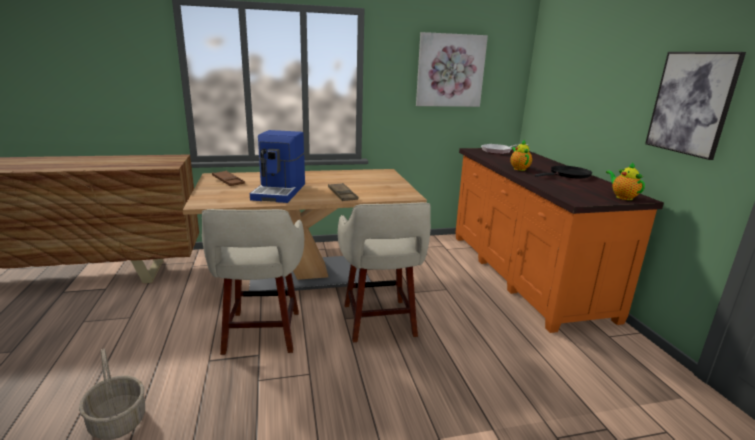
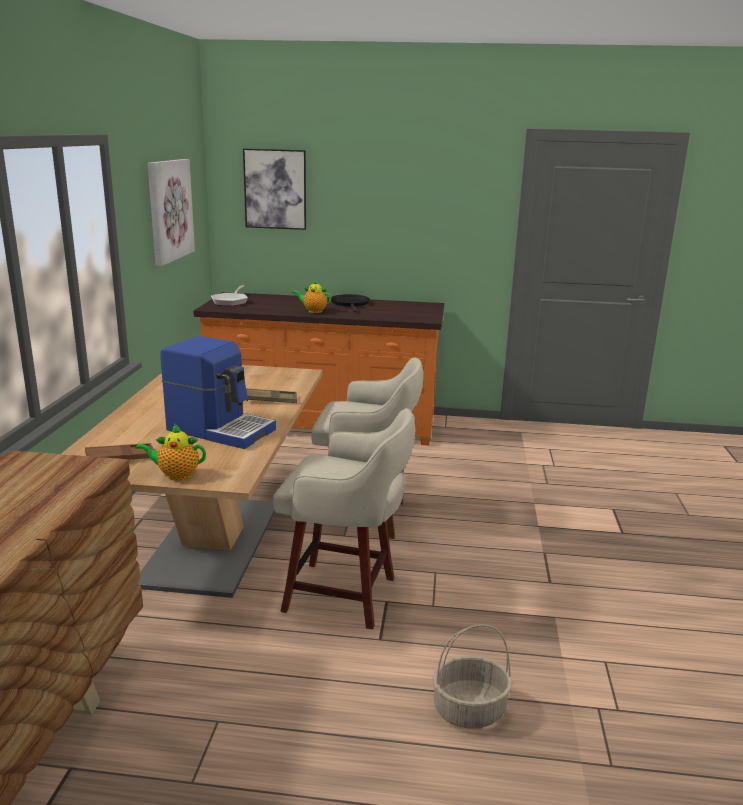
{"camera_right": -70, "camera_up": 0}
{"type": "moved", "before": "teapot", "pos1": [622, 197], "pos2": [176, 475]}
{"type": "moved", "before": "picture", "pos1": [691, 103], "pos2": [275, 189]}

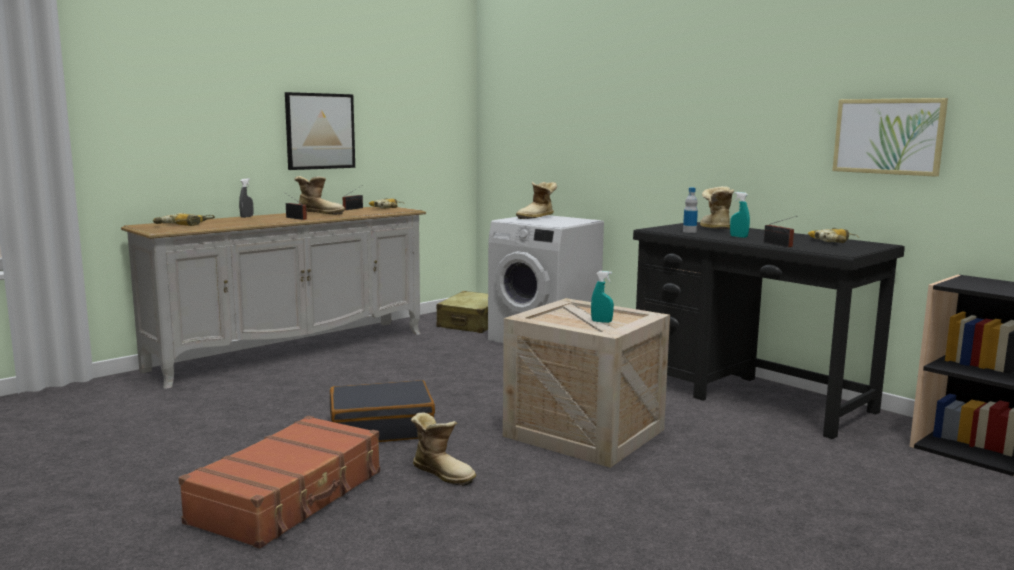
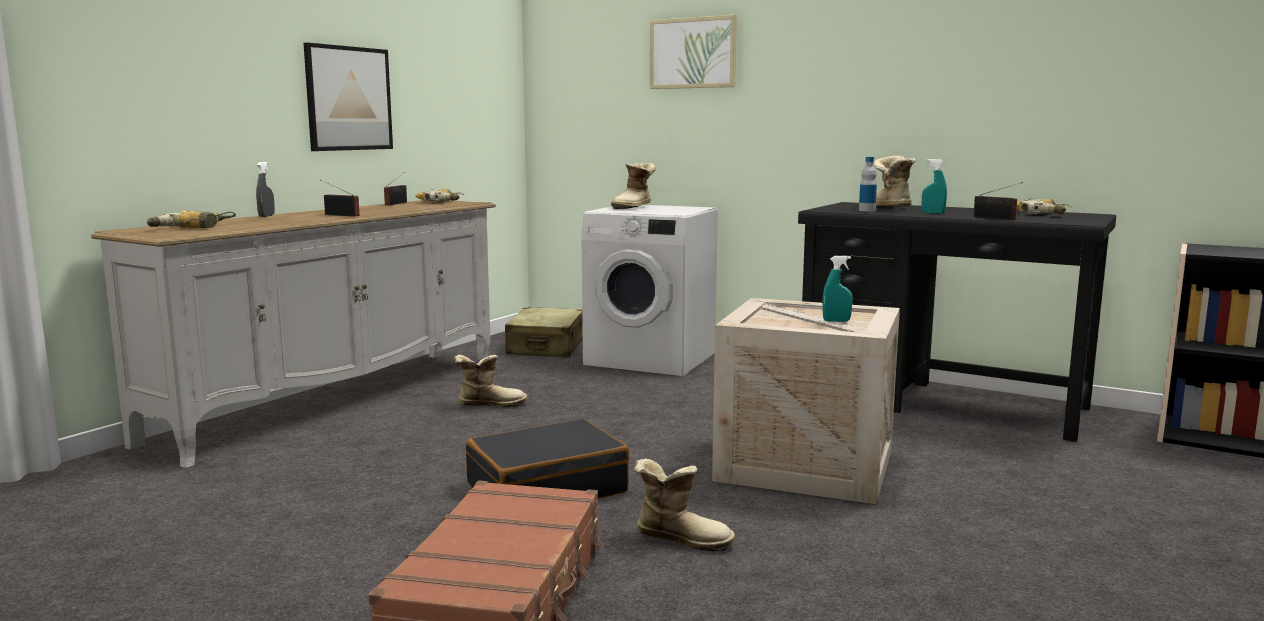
{"camera_right": -15, "camera_up": 0}
{"type": "moved", "before": "boot", "pos1": [319, 213], "pos2": [490, 404]}
{"type": "moved", "before": "picture", "pos1": [888, 136], "pos2": [693, 53]}

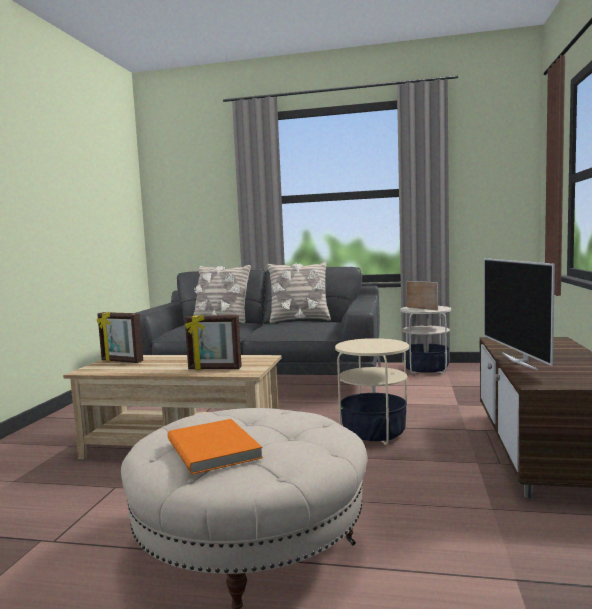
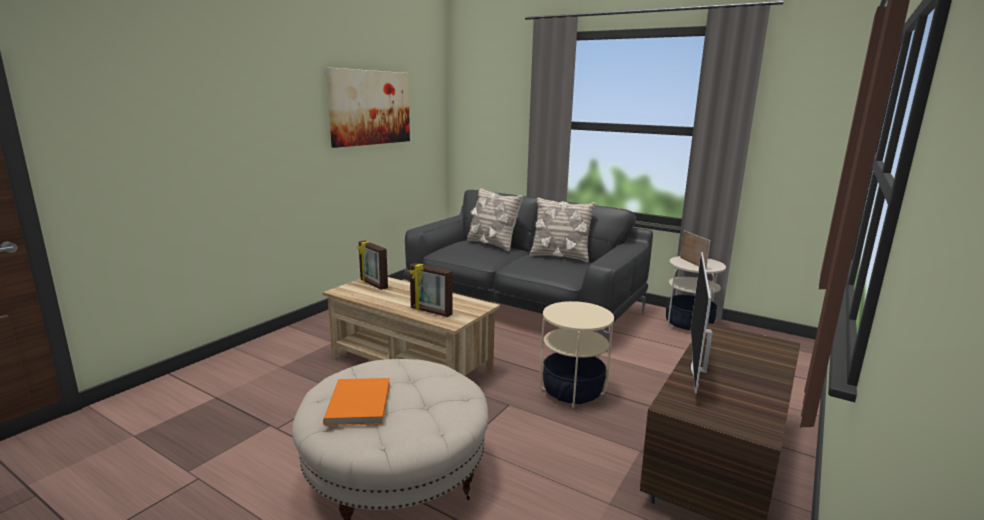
{"camera_right": 20, "camera_up": 10}
{"type": "added", "after": "picture", "pos2": [370, 107]}

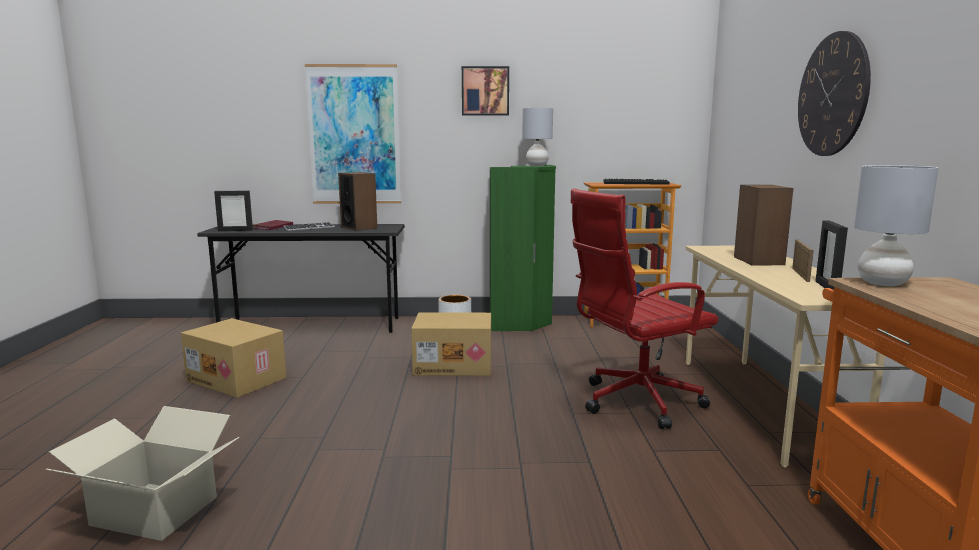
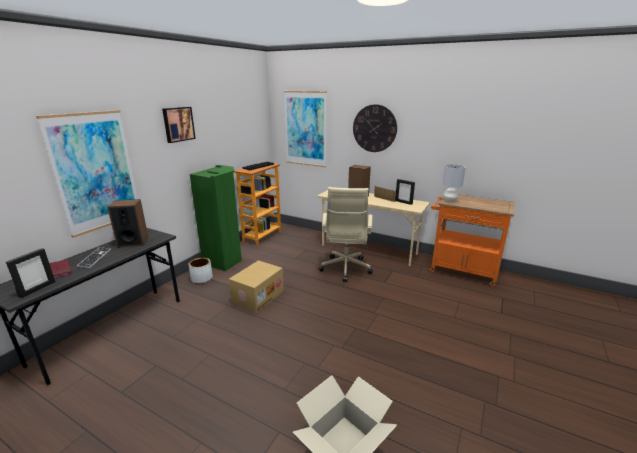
{"camera_right": -60, "camera_up": 10}
{"type": "removed", "before": "cardboard box", "pos1": [238, 379]}
{"type": "removed", "before": "grey table lamp", "pos1": [537, 165]}
{"type": "added", "after": "picture", "pos2": [305, 129]}
{"type": "recoloured", "before": "red office chair", "after": "beige office chair", "pos1": [635, 403], "pos2": [345, 269]}

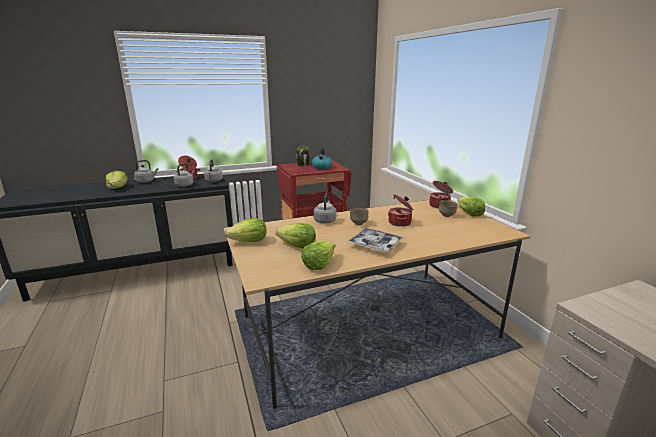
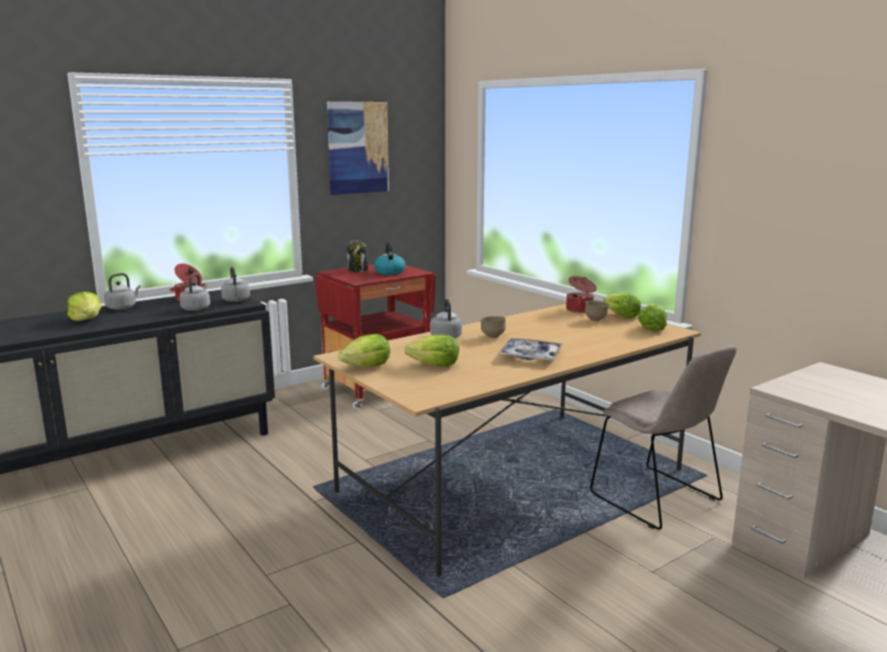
{"camera_right": -15, "camera_up": -5}
{"type": "removed", "before": "cooking pot", "pos1": [400, 223]}
{"type": "added", "after": "picture", "pos2": [358, 147]}
{"type": "added", "after": "beige chair", "pos2": [658, 500]}
{"type": "moved", "before": "lettuce", "pos1": [318, 264], "pos2": [651, 328]}

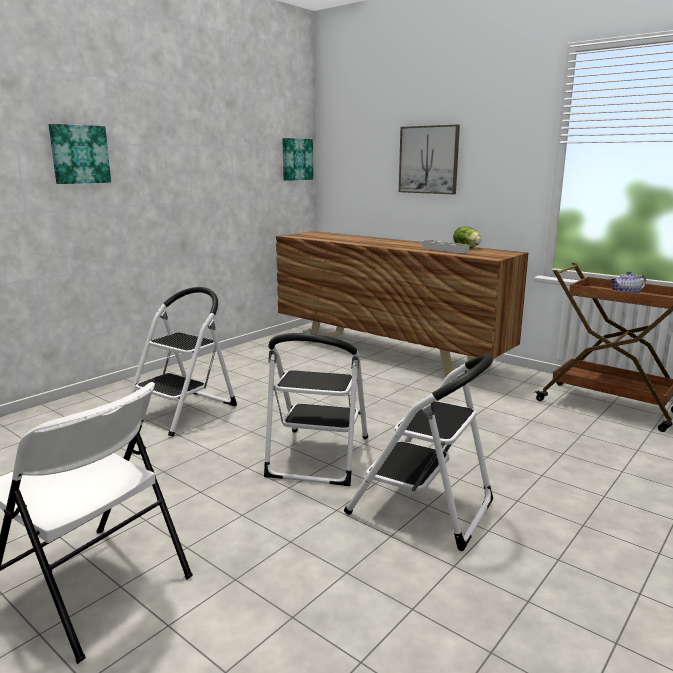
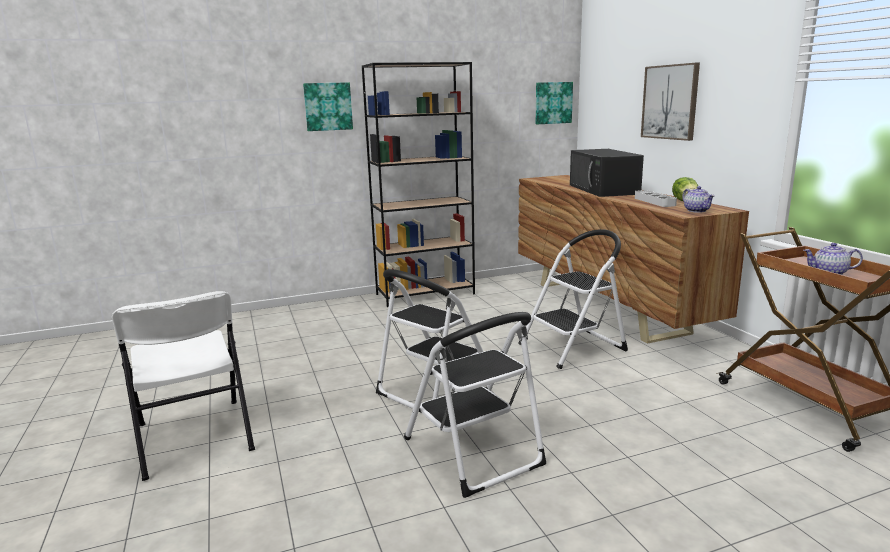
{"camera_right": 30, "camera_up": 0}
{"type": "added", "after": "beige bookcase", "pos2": [425, 294]}
{"type": "added", "after": "black microwave", "pos2": [604, 189]}
{"type": "added", "after": "teapot", "pos2": [697, 211]}
{"type": "moved", "before": "step ladder", "pos1": [184, 411], "pos2": [575, 347]}

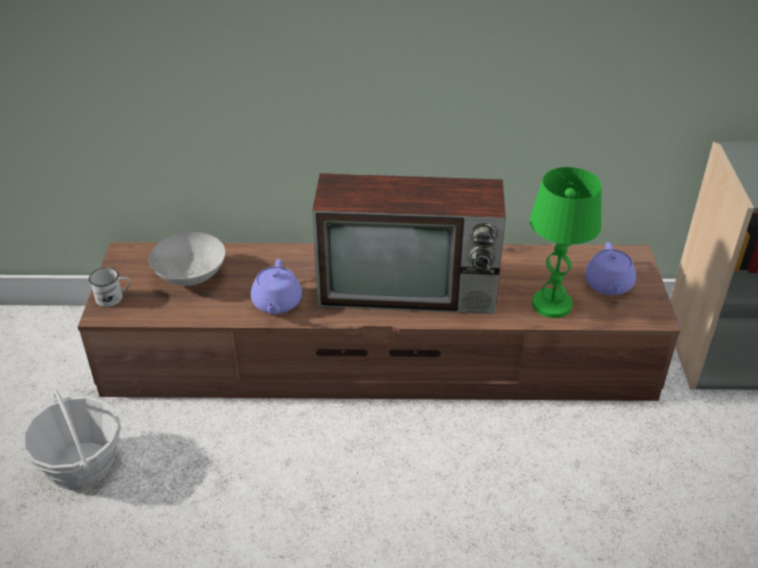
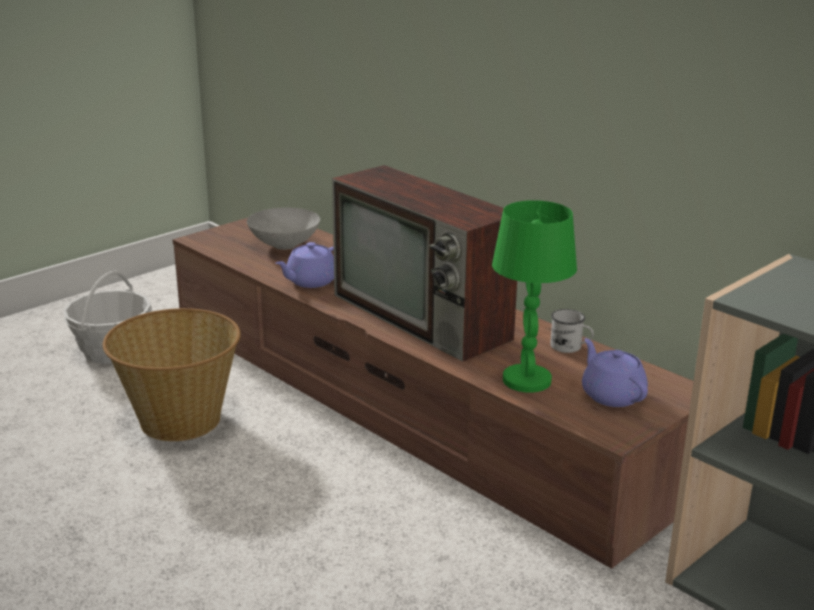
{"camera_right": 45, "camera_up": -15}
{"type": "added", "after": "basket", "pos2": [180, 419]}
{"type": "moved", "before": "white mug", "pos1": [114, 298], "pos2": [570, 347]}
{"type": "turned", "before": "purple teapot", "pos1": [608, 285], "pos2": [611, 395], "turn": 105}

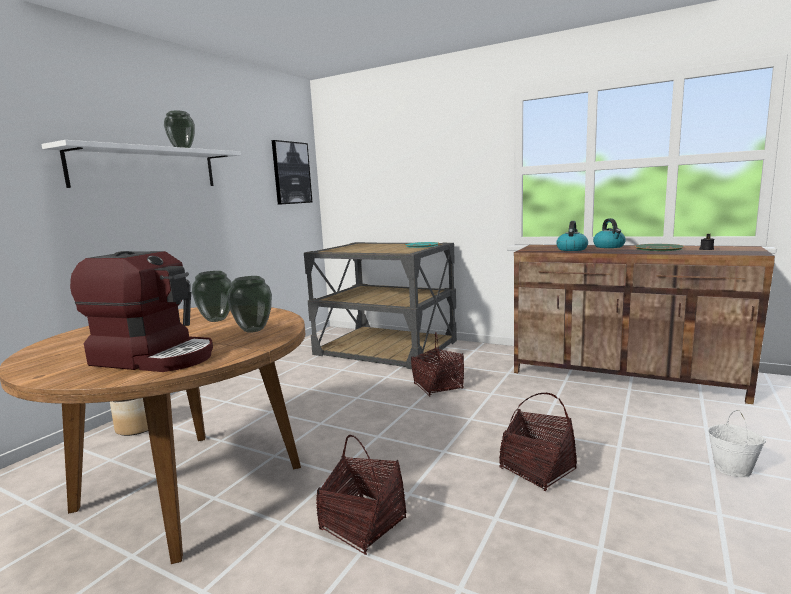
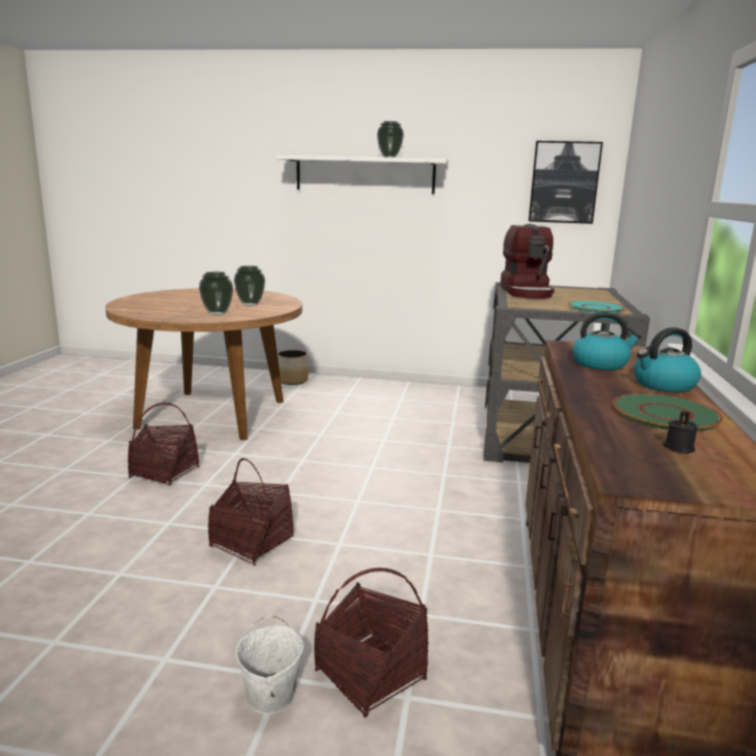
{"camera_right": 70, "camera_up": 5}
{"type": "moved", "before": "coffee machine", "pos1": [156, 357], "pos2": [527, 292]}
{"type": "moved", "before": "basket", "pos1": [438, 386], "pos2": [371, 675]}

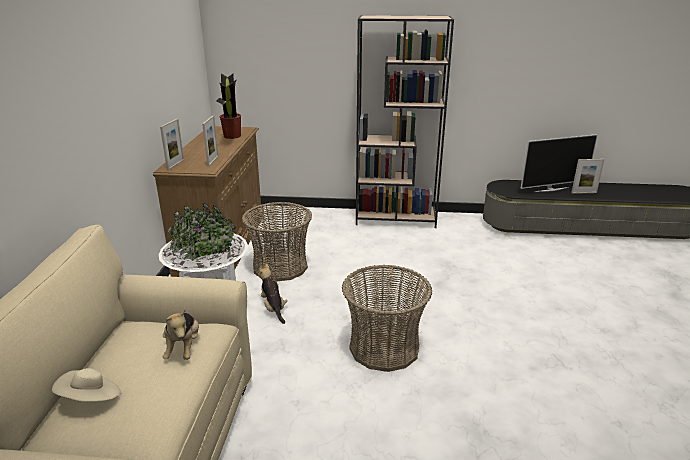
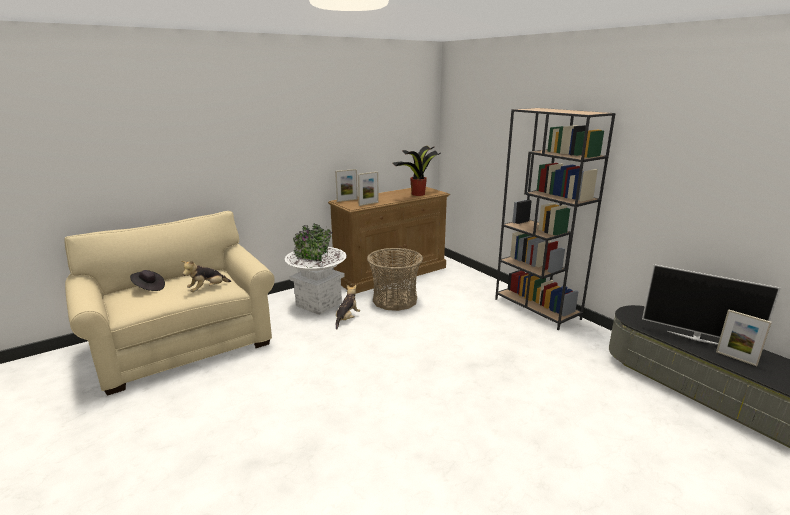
{"camera_right": 50, "camera_up": -5}
{"type": "removed", "before": "basket", "pos1": [384, 347]}
{"type": "recoloured", "before": "beige hat", "after": "black hat", "pos1": [91, 399], "pos2": [149, 288]}

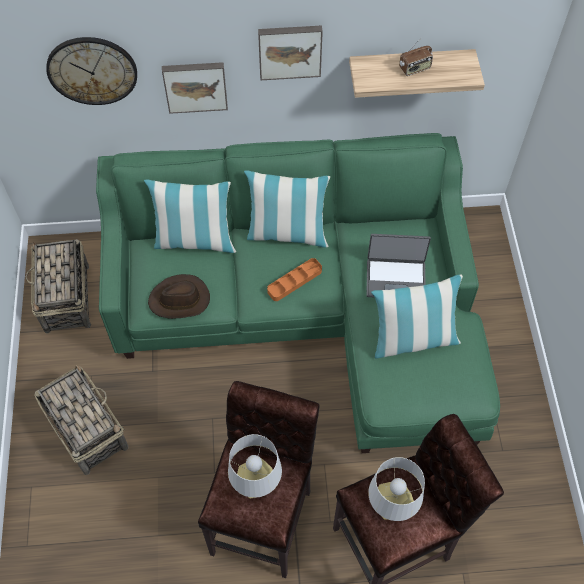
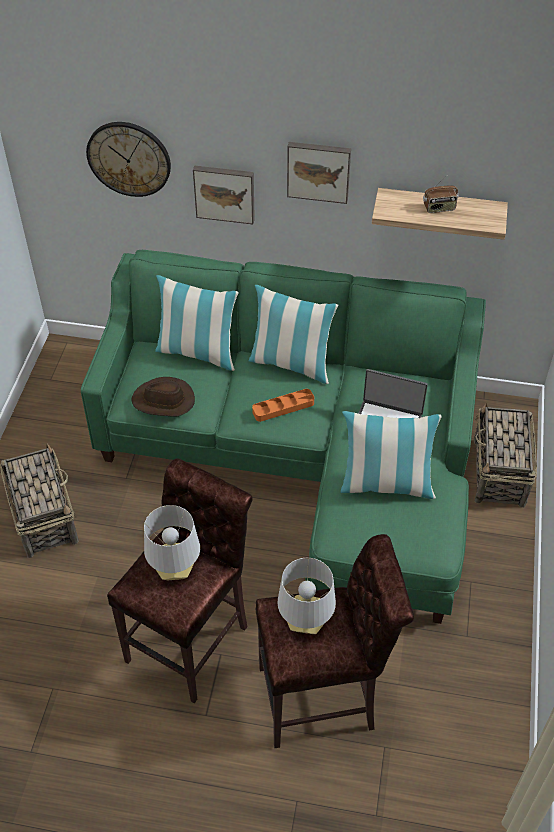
{"camera_right": 15, "camera_up": -10}
{"type": "moved", "before": "basket", "pos1": [67, 299], "pos2": [498, 473]}

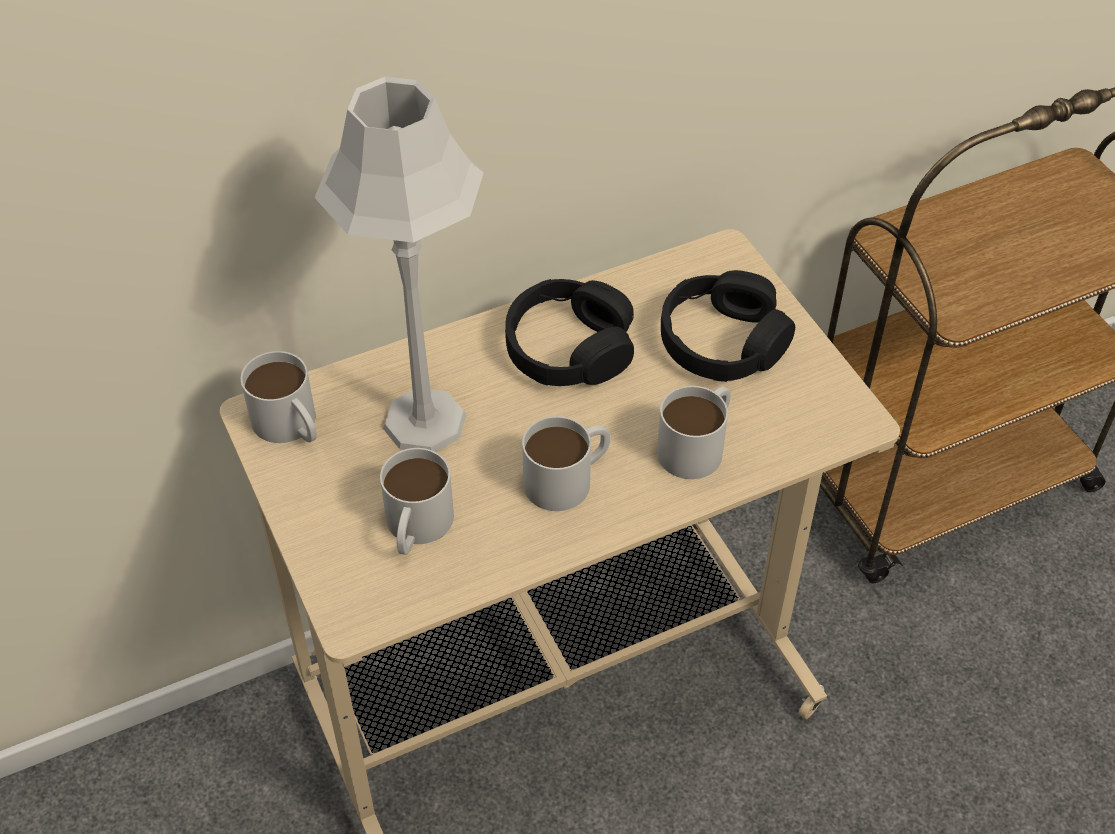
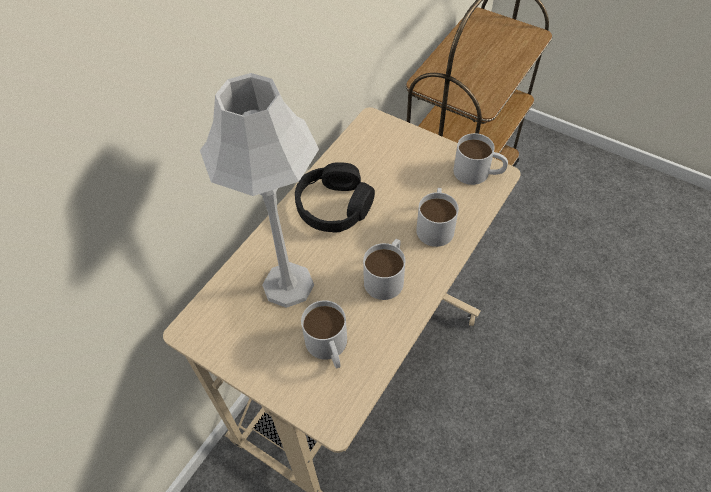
{"camera_right": -30, "camera_up": 5}
{"type": "removed", "before": "black headphones", "pos1": [723, 342]}
{"type": "moved", "before": "white mug", "pos1": [291, 426], "pos2": [478, 173]}

